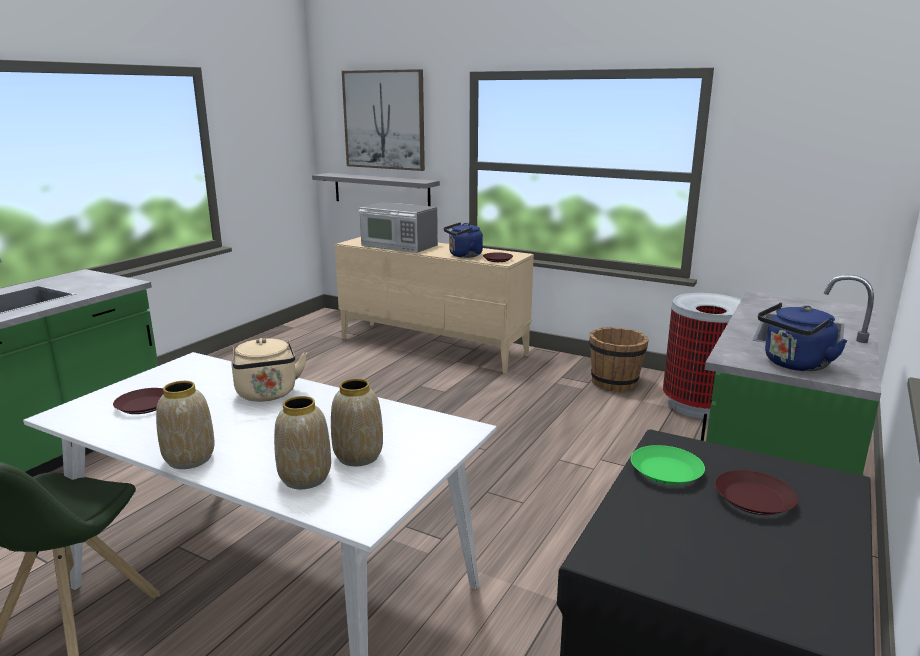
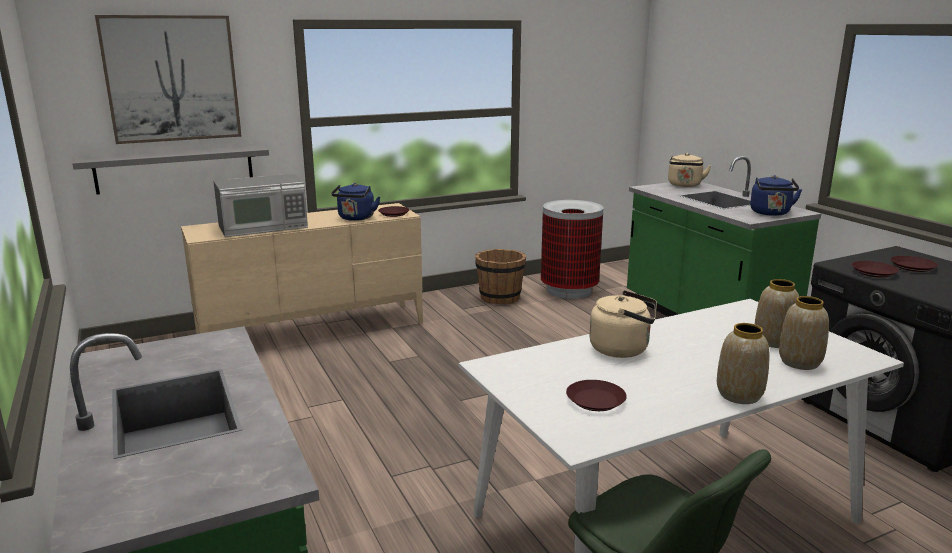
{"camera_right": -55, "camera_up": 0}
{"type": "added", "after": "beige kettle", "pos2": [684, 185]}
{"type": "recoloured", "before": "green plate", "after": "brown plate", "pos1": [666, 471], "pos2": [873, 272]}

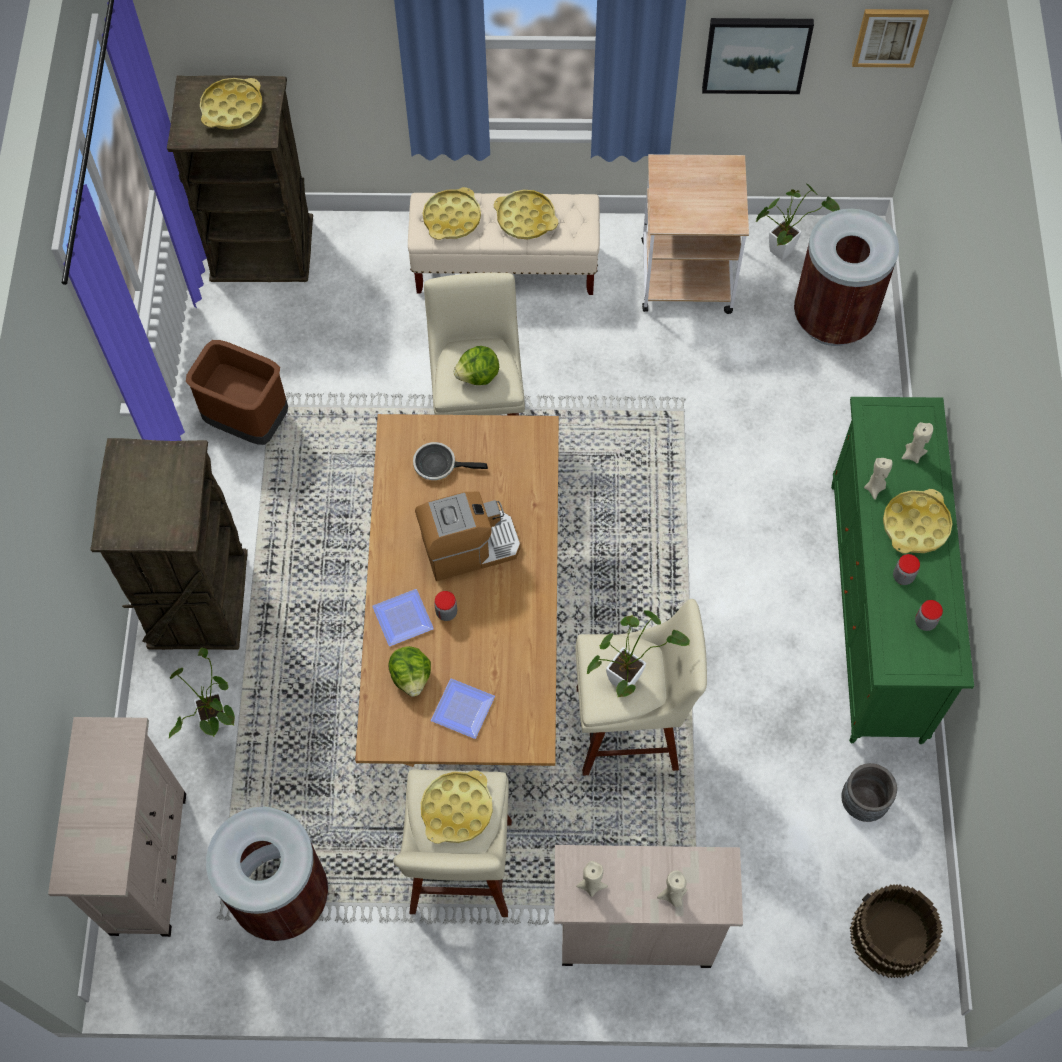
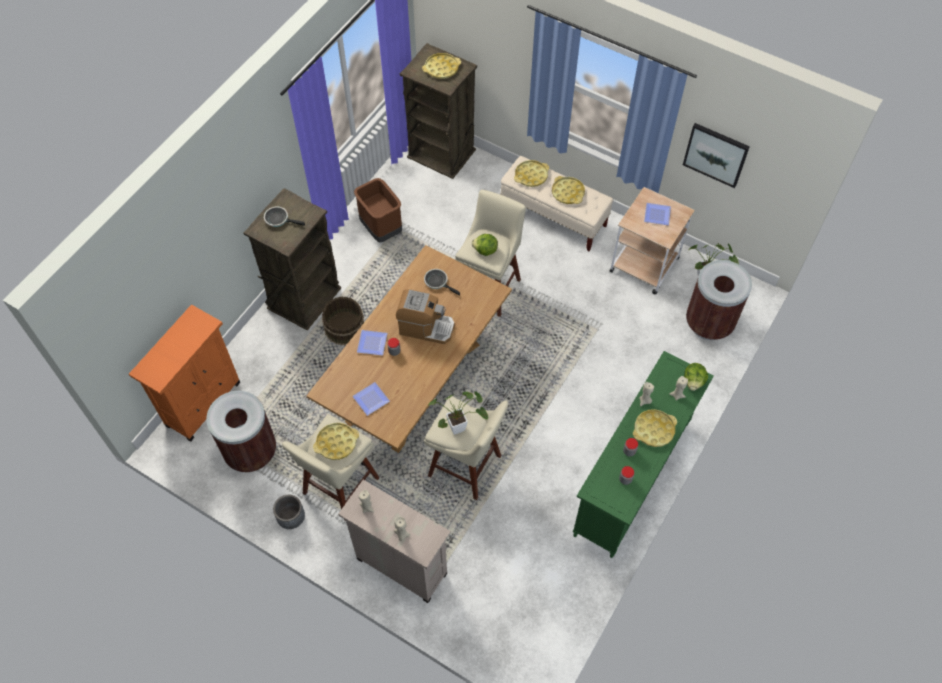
{"camera_right": 30, "camera_up": -5}
{"type": "removed", "before": "potted plant", "pos1": [217, 725]}
{"type": "removed", "before": "picture", "pos1": [889, 36]}
{"type": "added", "after": "frying pan", "pos2": [279, 219]}
{"type": "added", "after": "plate", "pos2": [656, 214]}
{"type": "moved", "before": "lettuce", "pos1": [411, 676], "pos2": [693, 381]}
{"type": "moved", "before": "grey planter", "pos1": [863, 802], "pos2": [291, 518]}
{"type": "moved", "before": "brown bucket", "pos1": [890, 936], "pos2": [344, 327]}
{"type": "recoloured", "before": "beige cabinet", "after": "orange cabinet", "pos1": [147, 861], "pos2": [203, 403]}

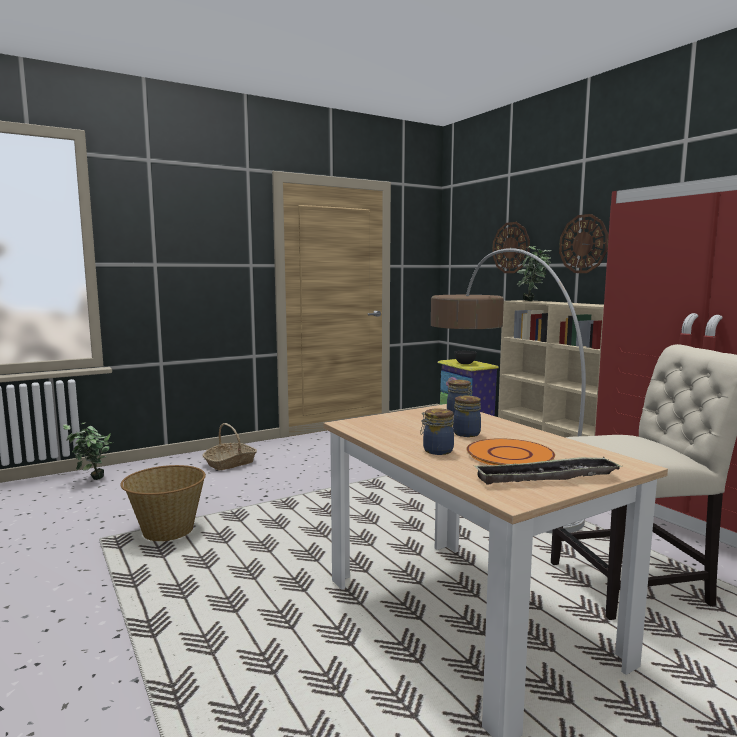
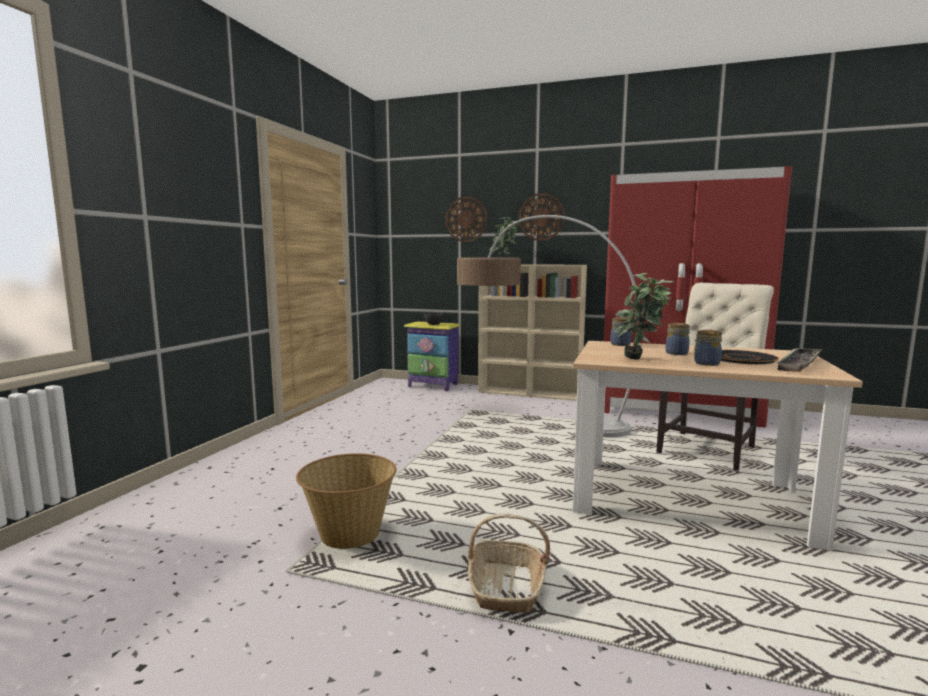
{"camera_right": -40, "camera_up": 0}
{"type": "moved", "before": "potted plant", "pos1": [92, 481], "pos2": [640, 360]}
{"type": "moved", "before": "basket", "pos1": [230, 463], "pos2": [506, 588]}
{"type": "recoloured", "before": "orange plate", "after": "black plate", "pos1": [510, 455], "pos2": [741, 358]}

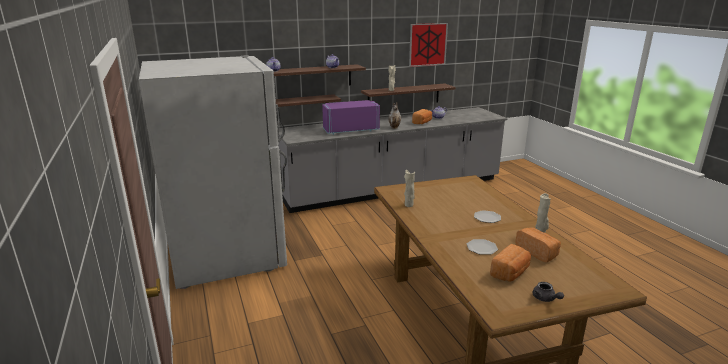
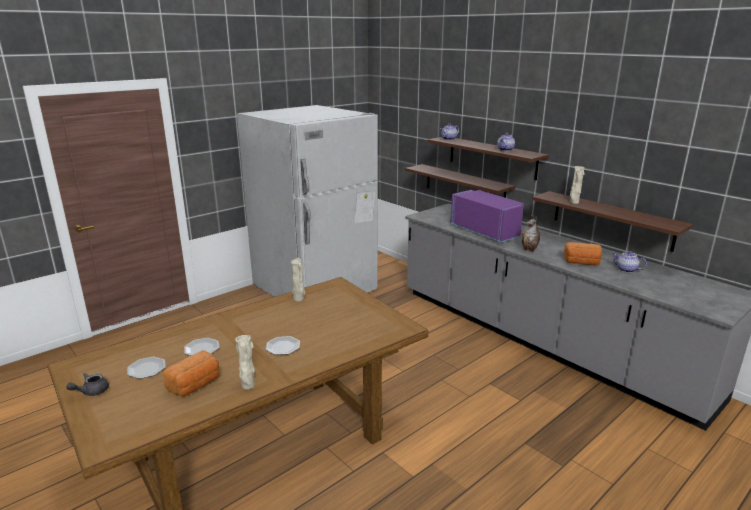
{"camera_right": 70, "camera_up": 0}
{"type": "removed", "before": "picture", "pos1": [427, 44]}
{"type": "replaced", "before": "bread", "after": "plate", "pos1": [510, 273], "pos2": [146, 369]}

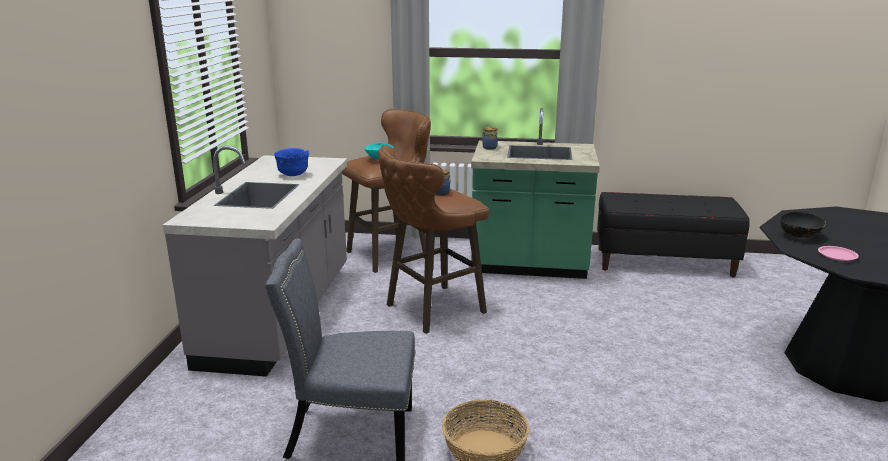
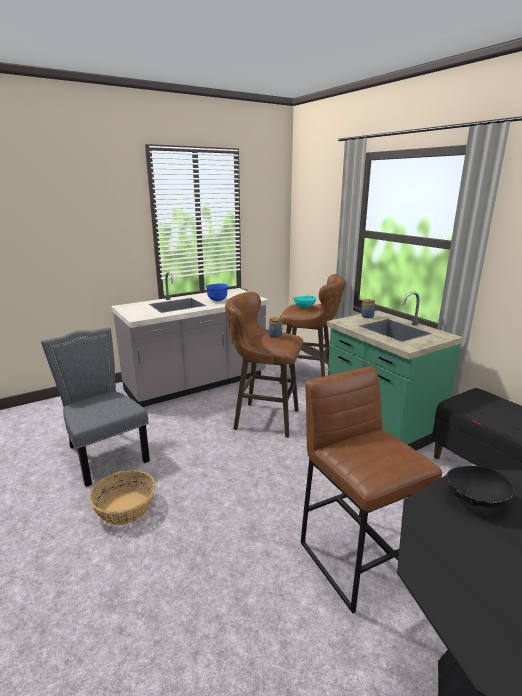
{"camera_right": 50, "camera_up": 0}
{"type": "removed", "before": "pink plate", "pos1": [837, 255]}
{"type": "added", "after": "brown stool", "pos2": [355, 558]}

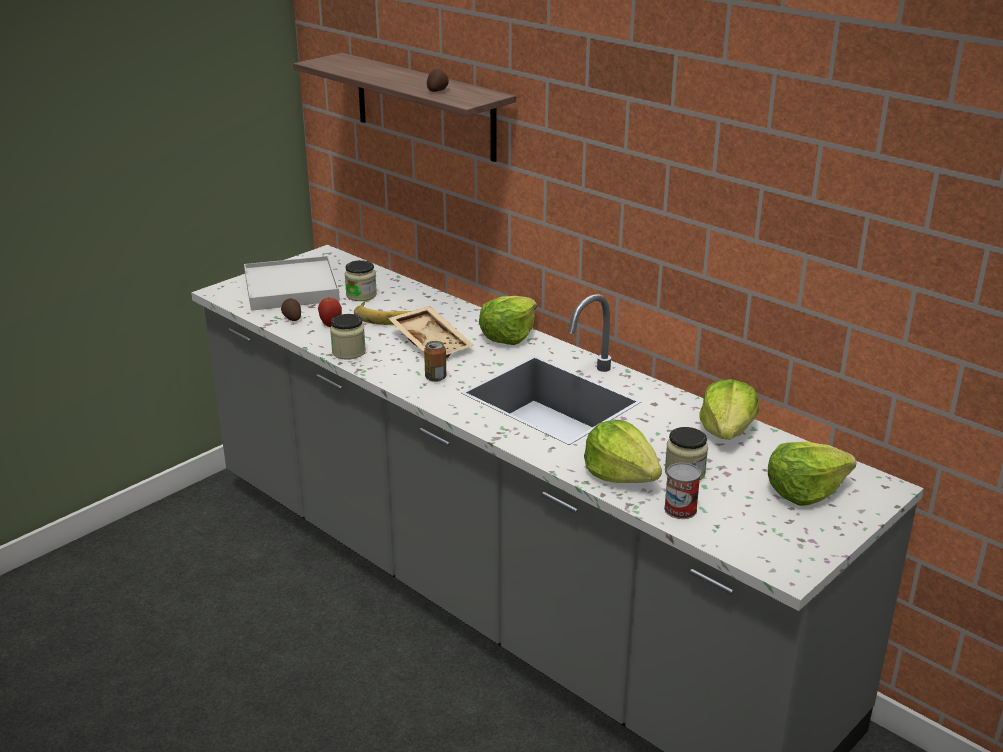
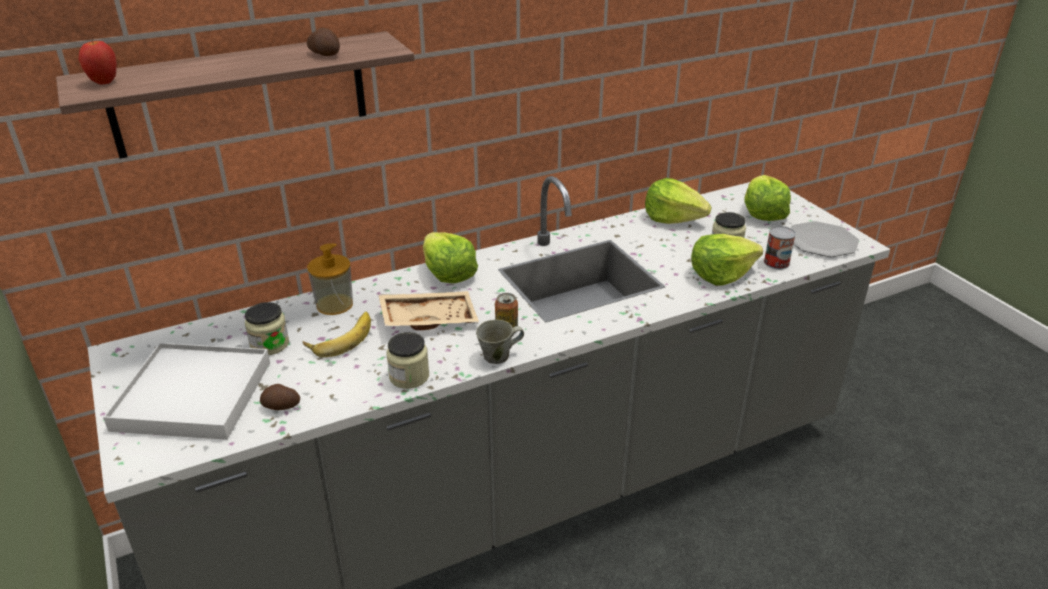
{"camera_right": -70, "camera_up": 5}
{"type": "added", "after": "soap dispenser", "pos2": [334, 304]}
{"type": "added", "after": "grey mug", "pos2": [498, 356]}
{"type": "added", "after": "plate", "pos2": [822, 241]}
{"type": "moved", "before": "apple", "pos1": [331, 325], "pos2": [104, 82]}

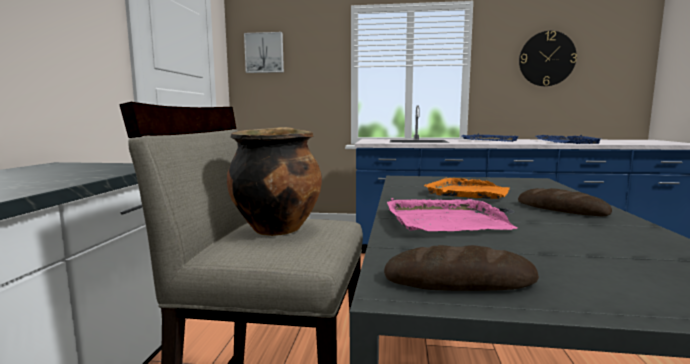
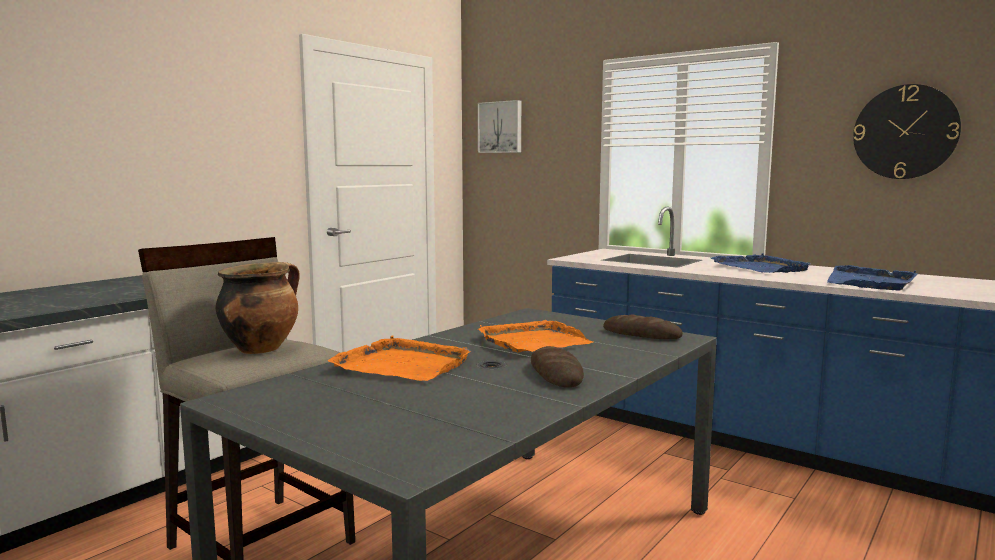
{"camera_right": 30, "camera_up": 0}
{"type": "moved", "before": "bread", "pos1": [459, 280], "pos2": [641, 334]}
{"type": "recoloured", "before": "pink tray", "after": "orange tray", "pos1": [444, 221], "pos2": [403, 364]}

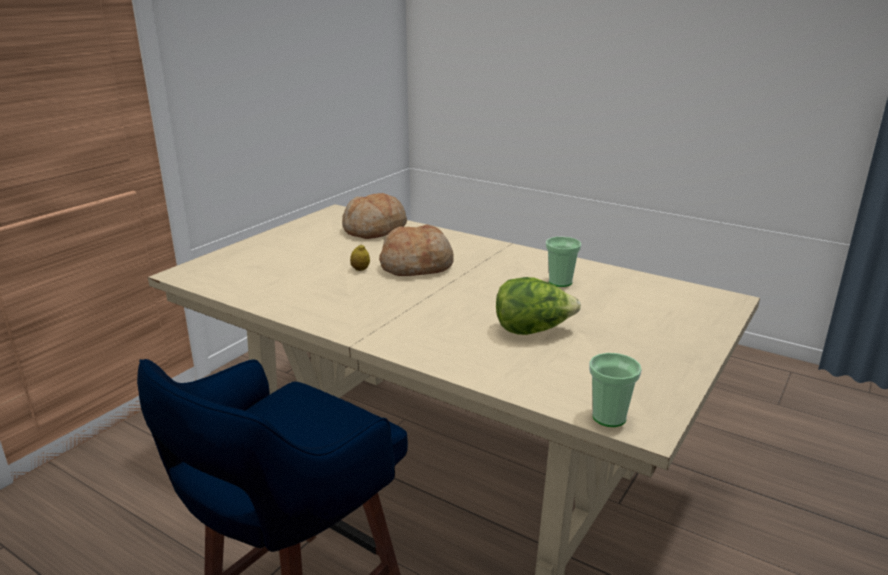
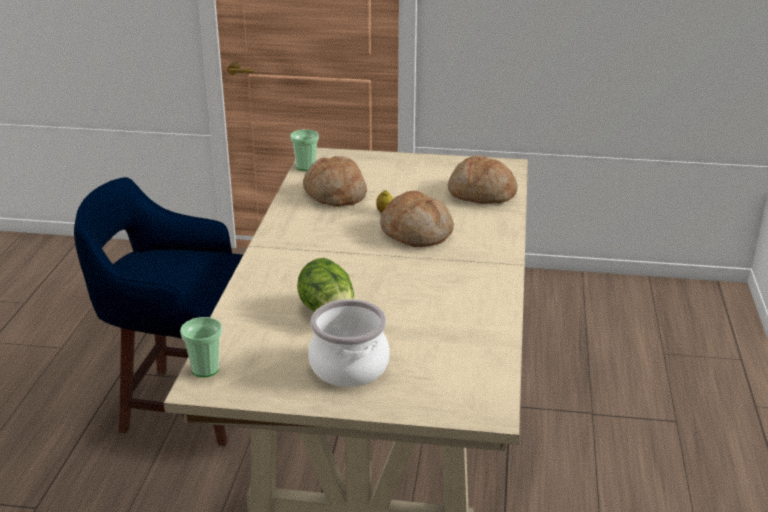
{"camera_right": 65, "camera_up": 5}
{"type": "added", "after": "bread", "pos2": [335, 194]}
{"type": "added", "after": "cooking pot", "pos2": [350, 367]}
{"type": "moved", "before": "cup", "pos1": [560, 282], "pos2": [305, 167]}

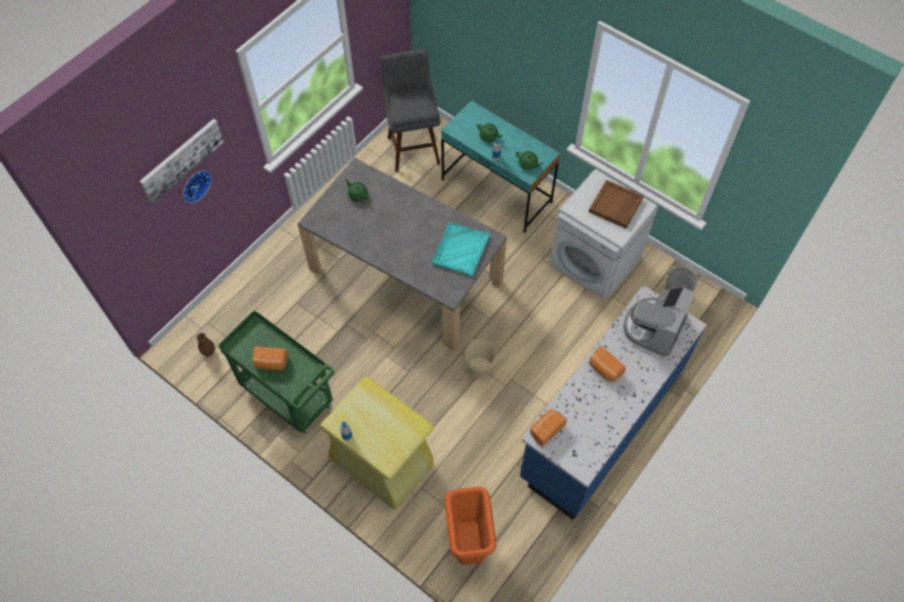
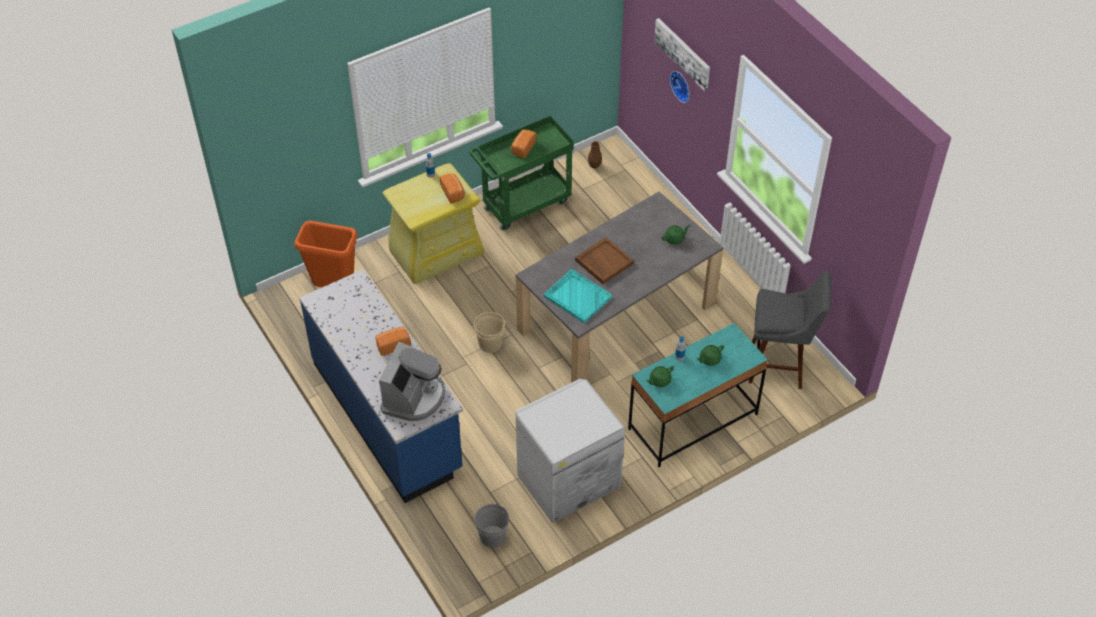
{"camera_right": 110, "camera_up": -10}
{"type": "moved", "before": "bread", "pos1": [546, 429], "pos2": [453, 193]}
{"type": "moved", "before": "brown tray", "pos1": [616, 206], "pos2": [603, 262]}
{"type": "turned", "before": "coffee machine", "pos1": [653, 327], "pos2": [414, 397], "turn": 60}

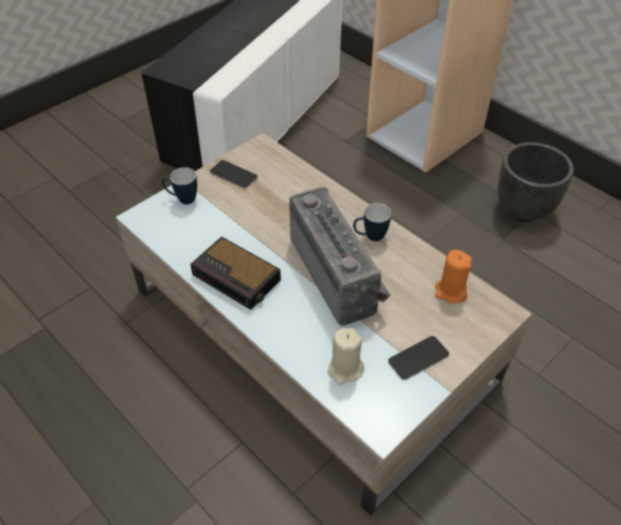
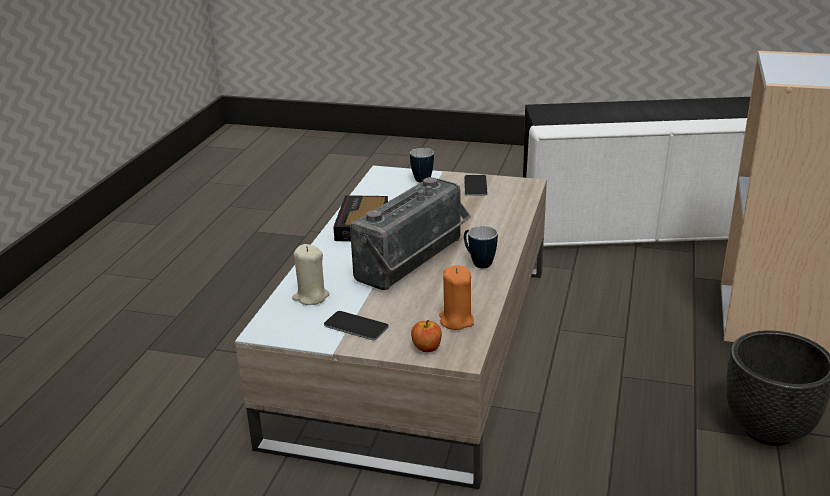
{"camera_right": 60, "camera_up": -20}
{"type": "added", "after": "apple", "pos2": [426, 348]}

